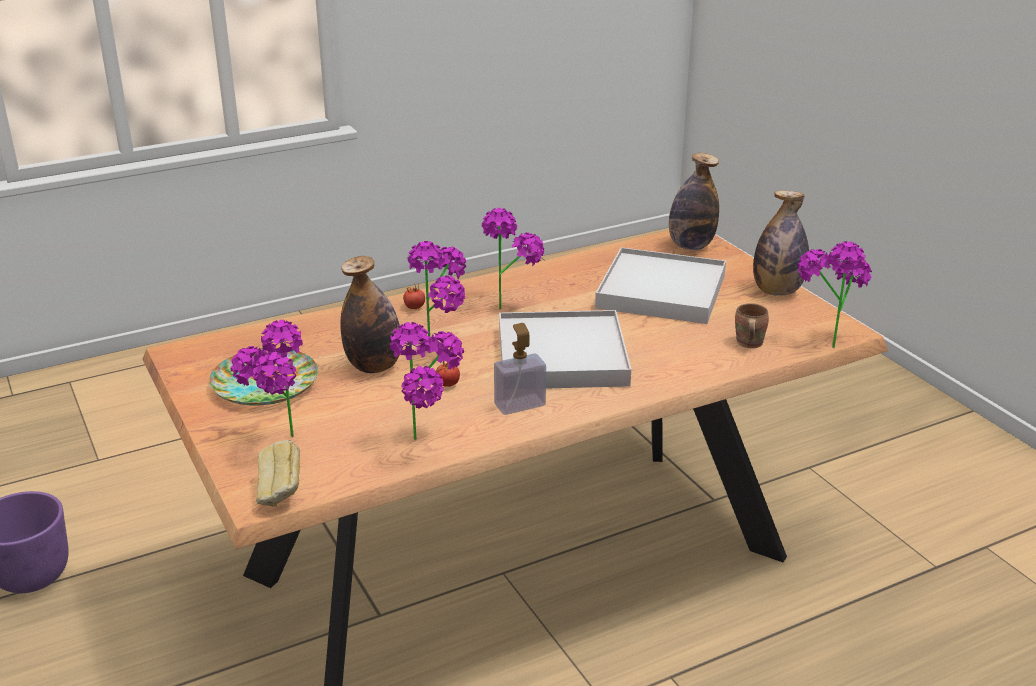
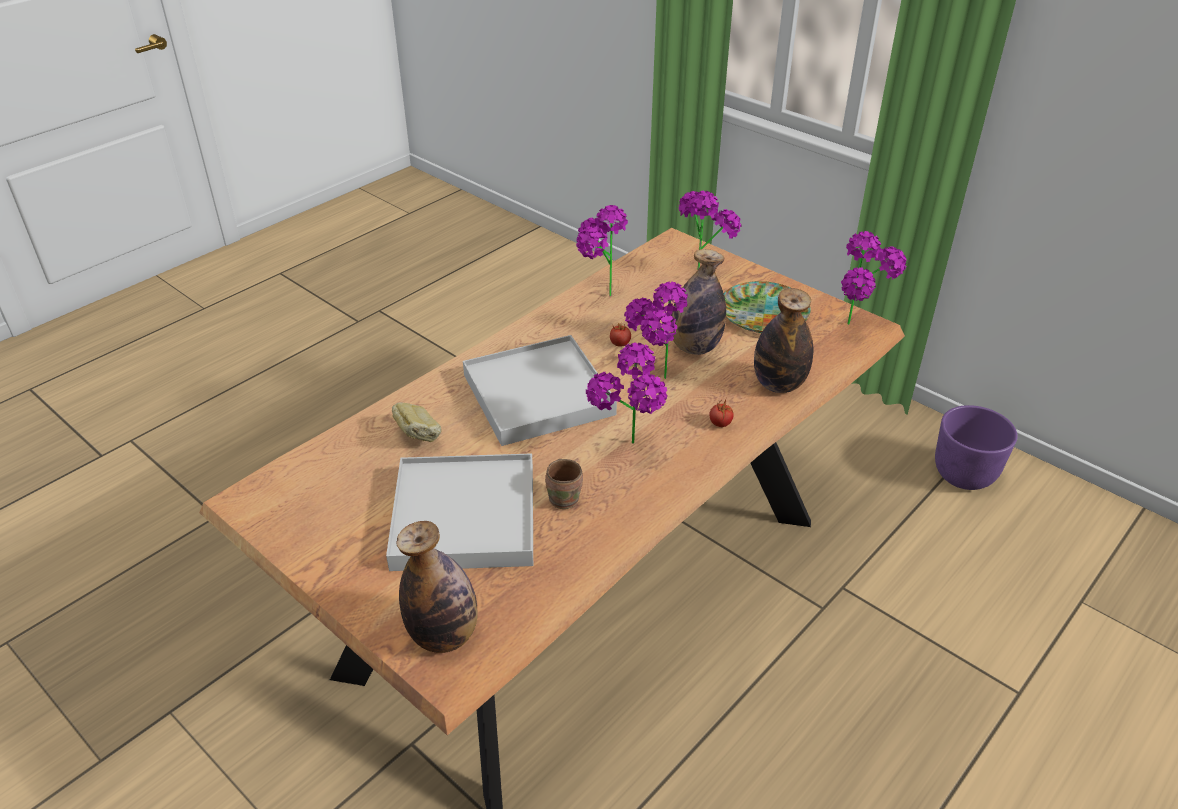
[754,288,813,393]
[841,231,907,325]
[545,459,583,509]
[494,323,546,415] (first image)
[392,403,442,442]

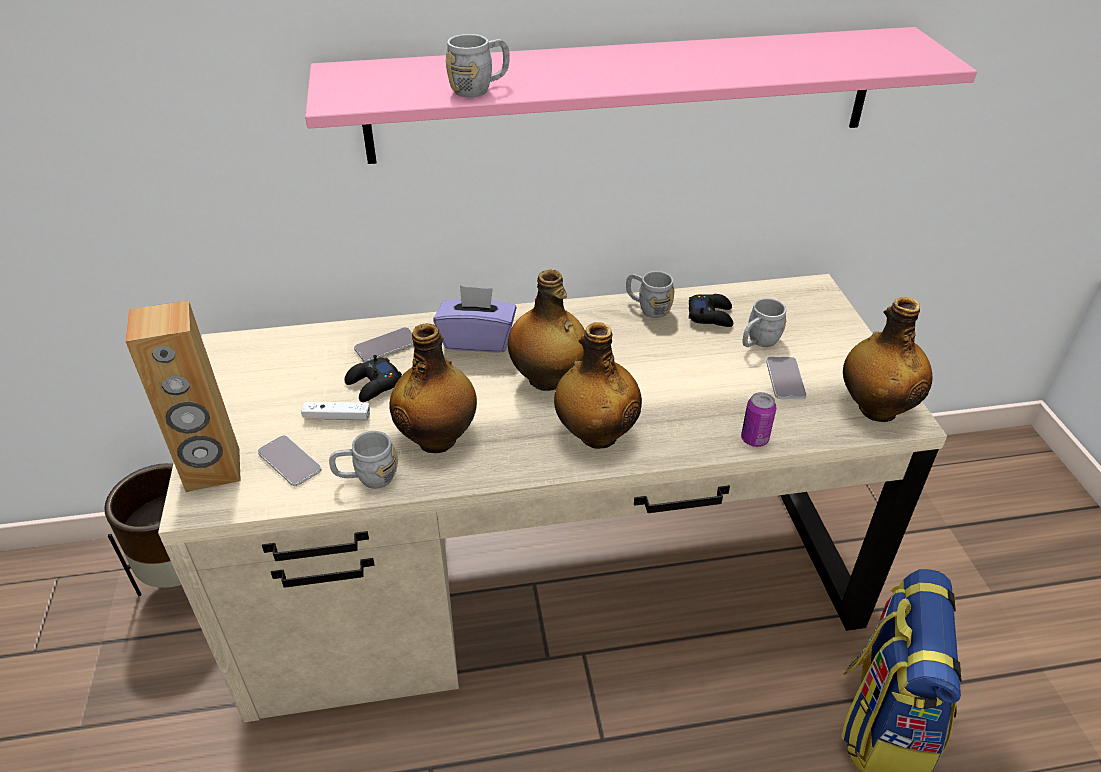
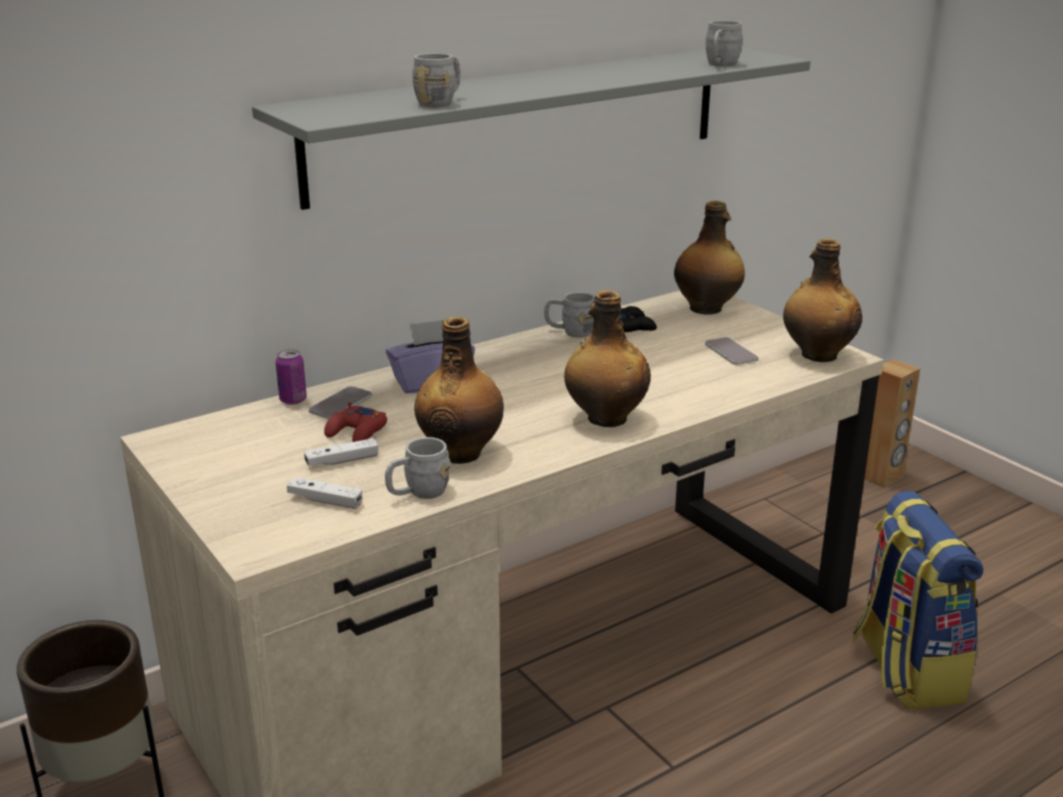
[252,47,811,210]
[674,201,745,315]
[706,20,743,66]
[865,359,920,488]
[324,402,387,442]
[276,349,307,405]
[287,477,362,509]

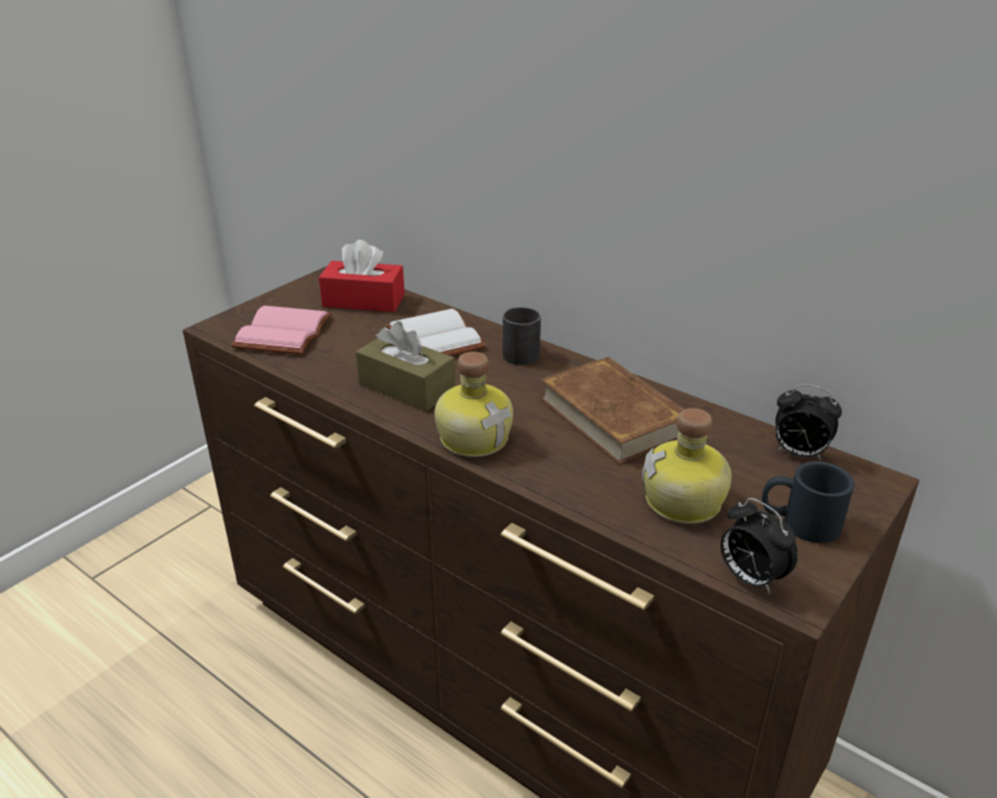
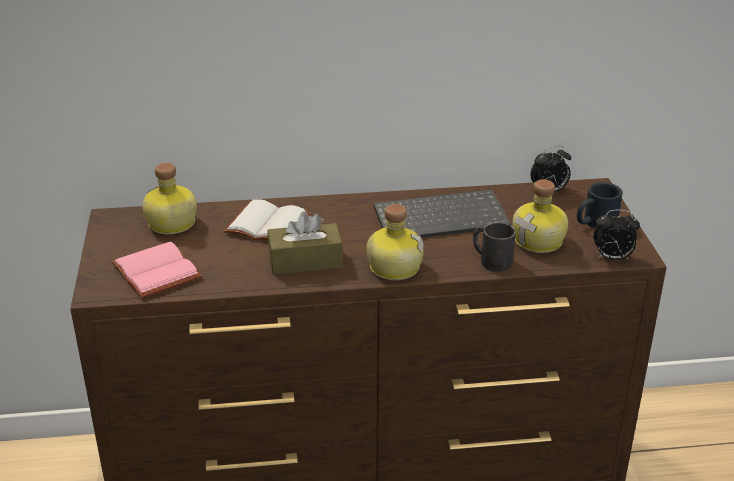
[142,163,197,234]
[473,222,516,272]
[374,189,511,238]

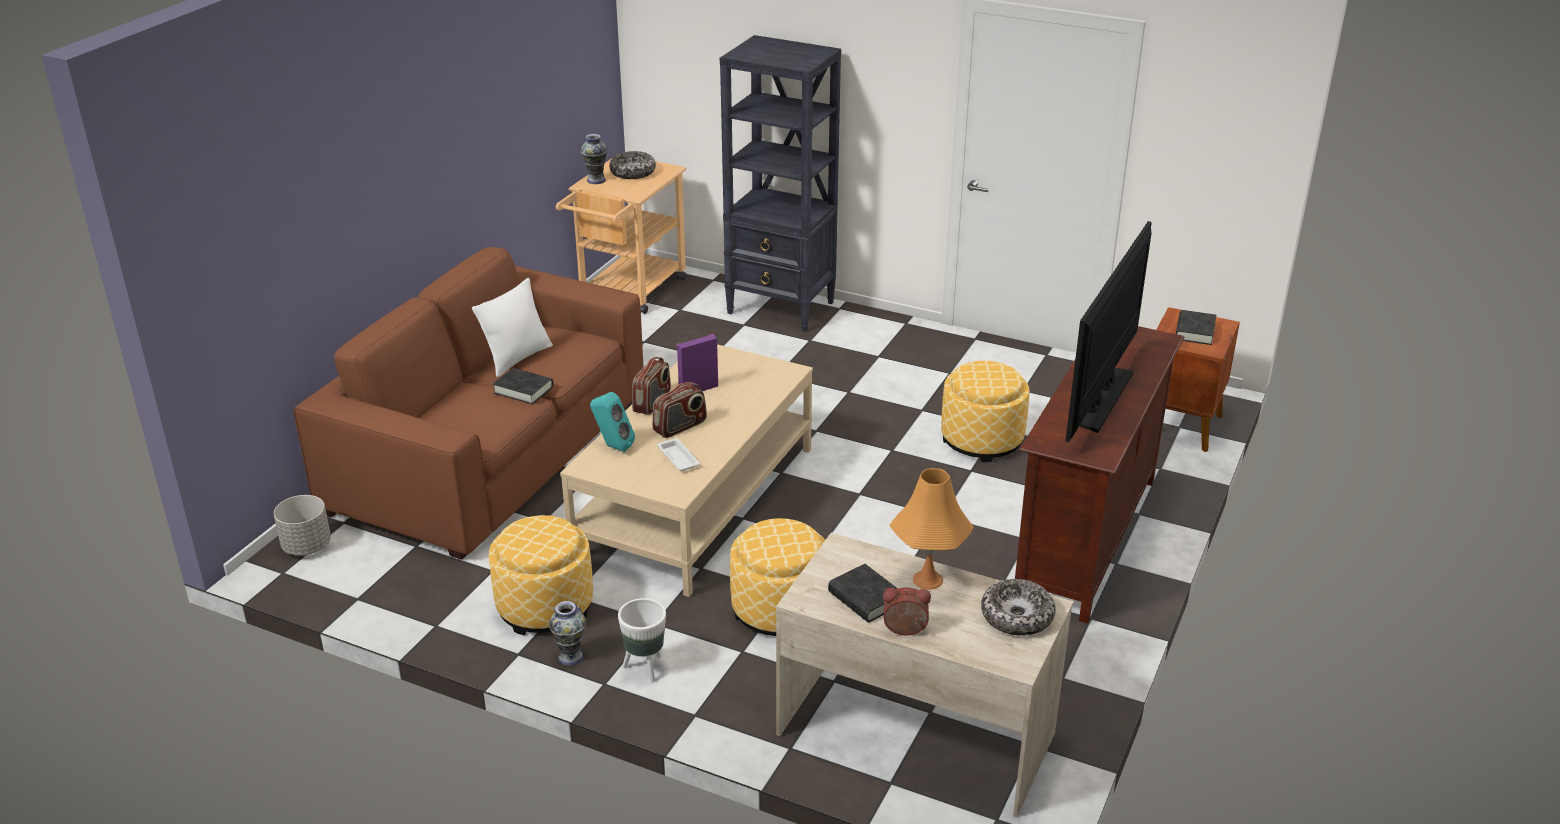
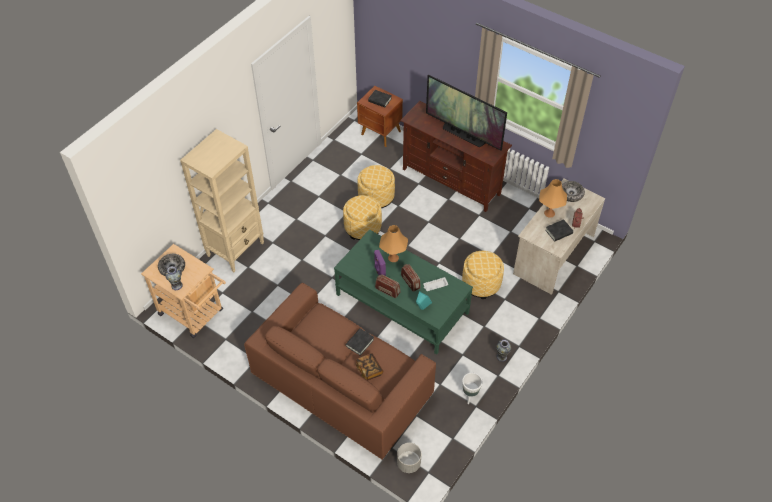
[180,129,264,272]
[472,278,553,378] (first image)
[334,230,473,354]
[343,195,382,240]
[462,373,482,404]
[379,225,408,262]
[355,353,383,381]

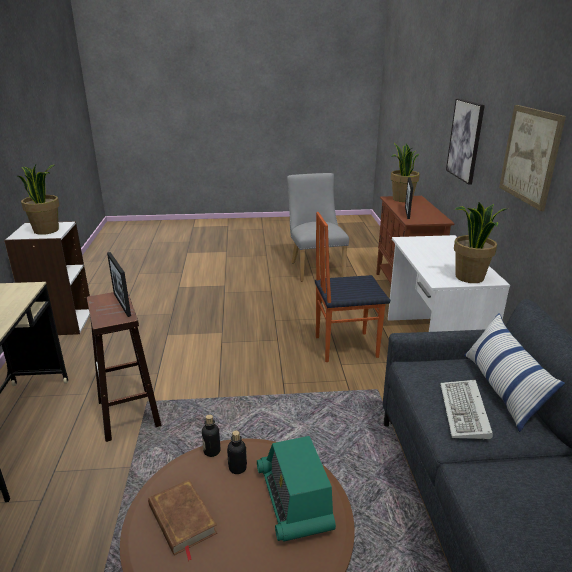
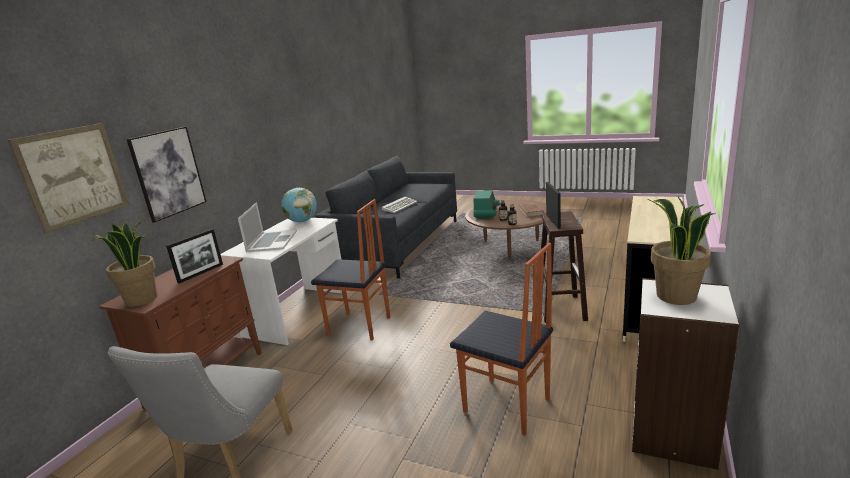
[8,123,129,233]
[281,188,317,222]
[464,313,565,432] (first image)
[238,202,297,252]
[450,243,553,436]

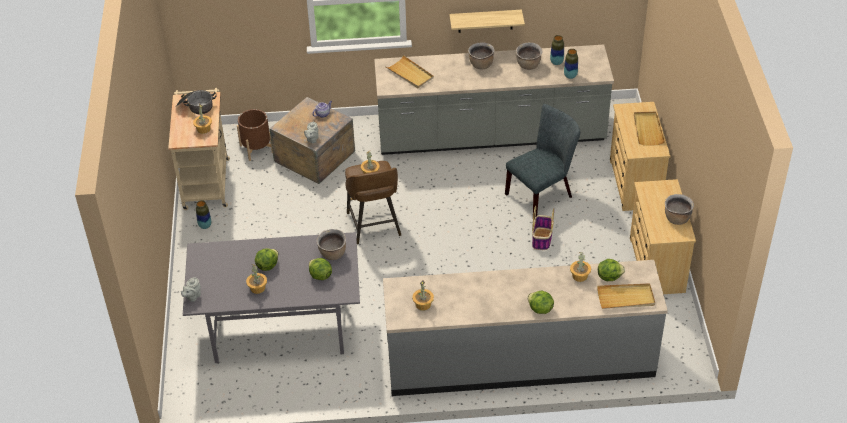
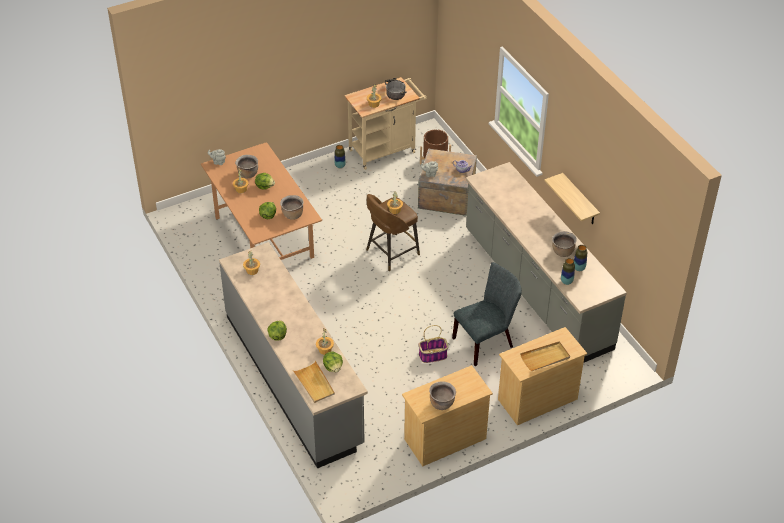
[235,155,258,178]
[385,55,434,88] (first image)
[452,262,522,366]
[201,142,322,260]

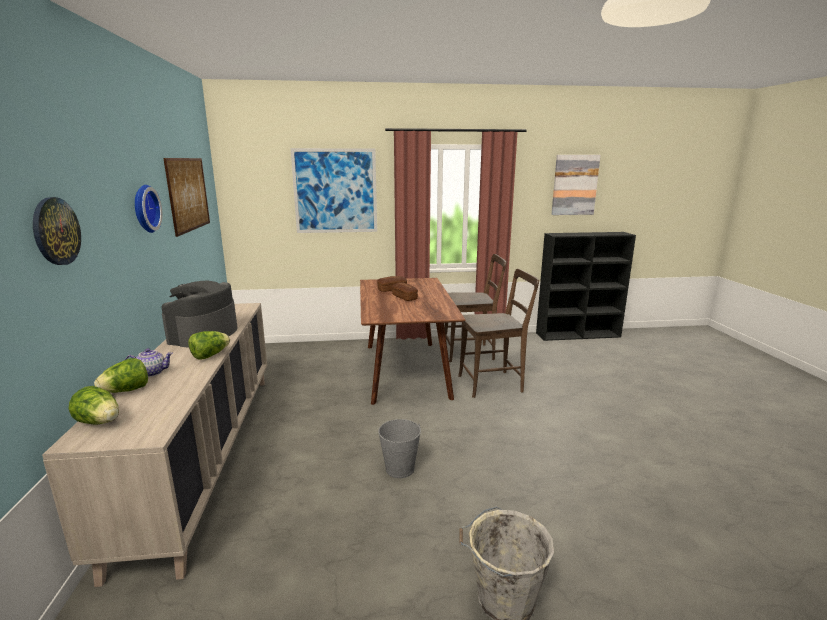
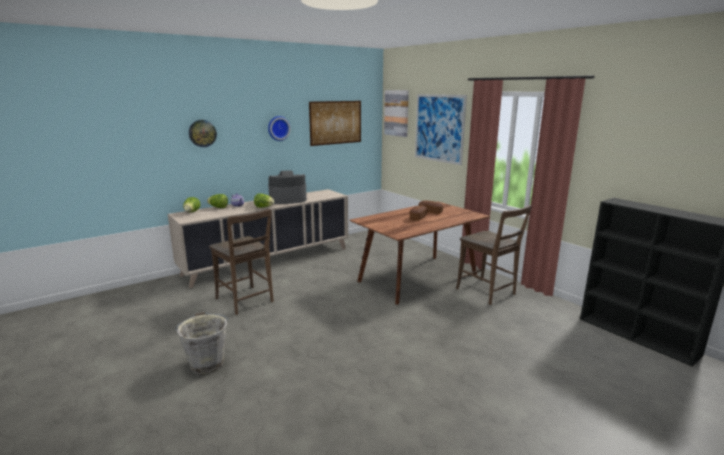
[384,90,409,137]
[209,209,274,315]
[378,419,421,478] (first image)

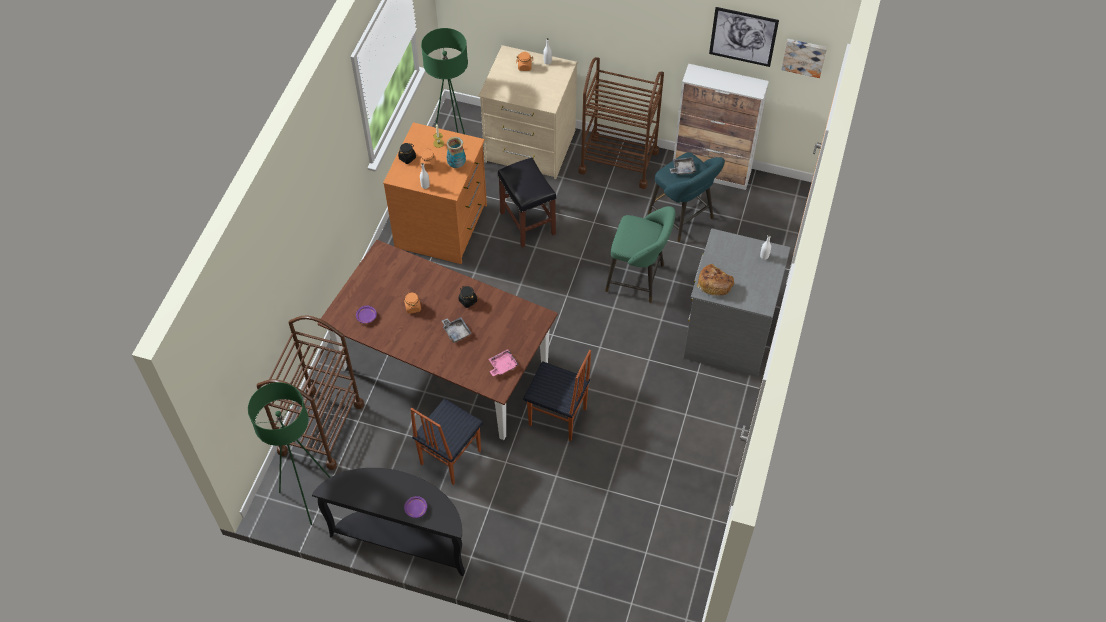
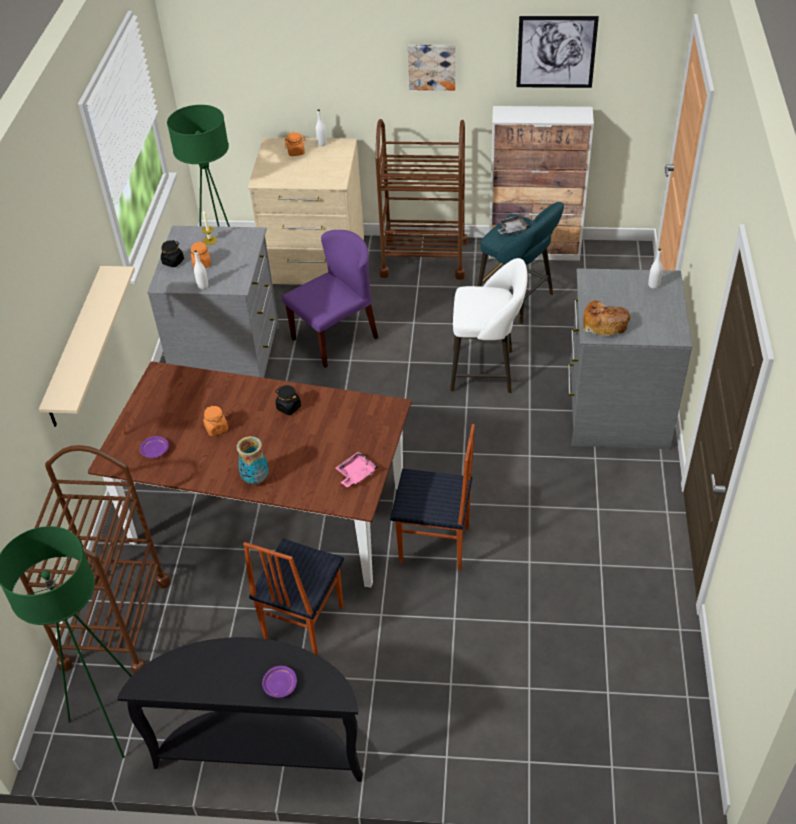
[408,45,456,90]
[147,226,279,378]
[236,436,269,484]
[282,230,378,368]
[450,258,528,393]
[442,317,472,343] (first image)
[39,266,135,427]

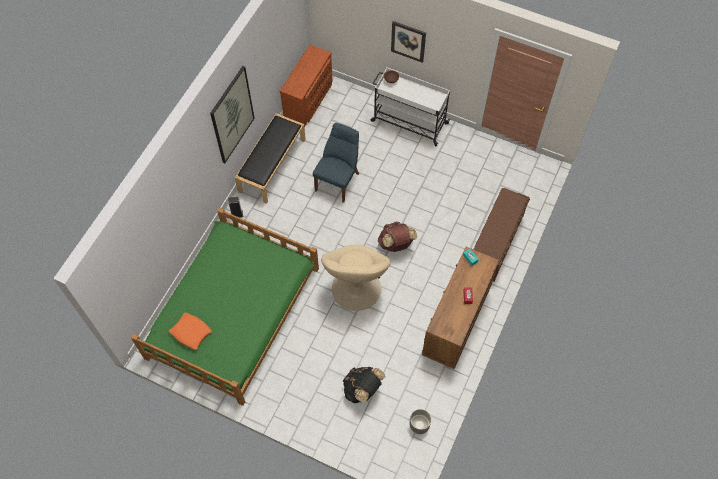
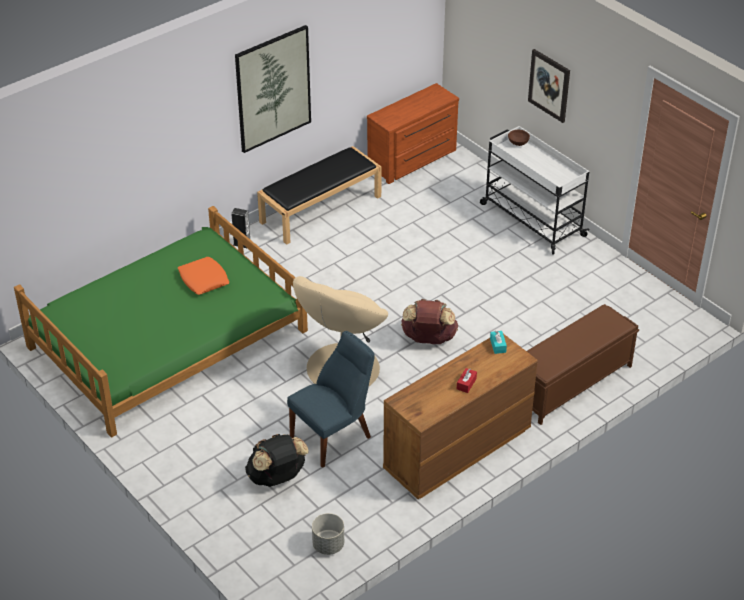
[287,331,375,468]
[178,257,229,295]

